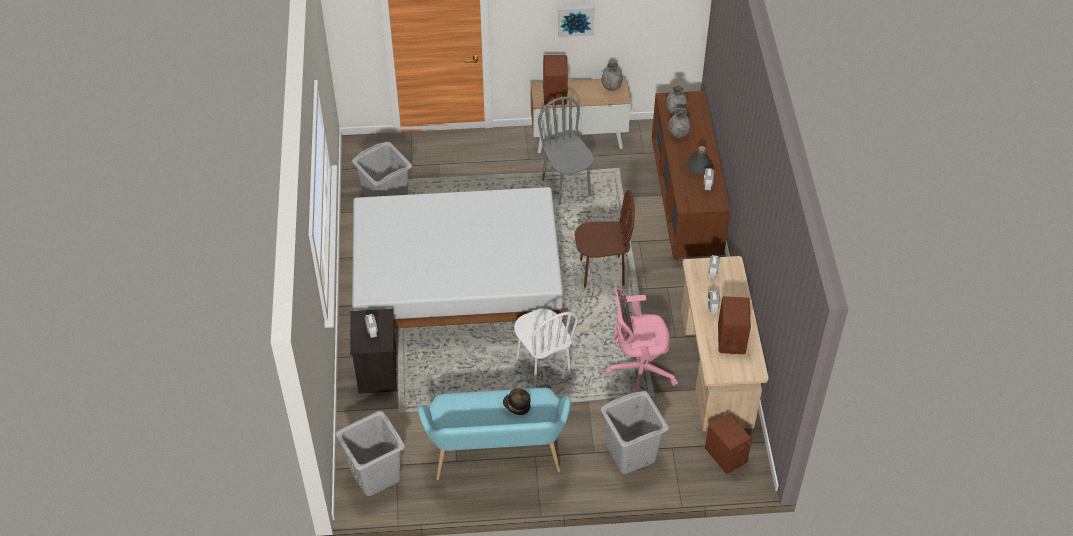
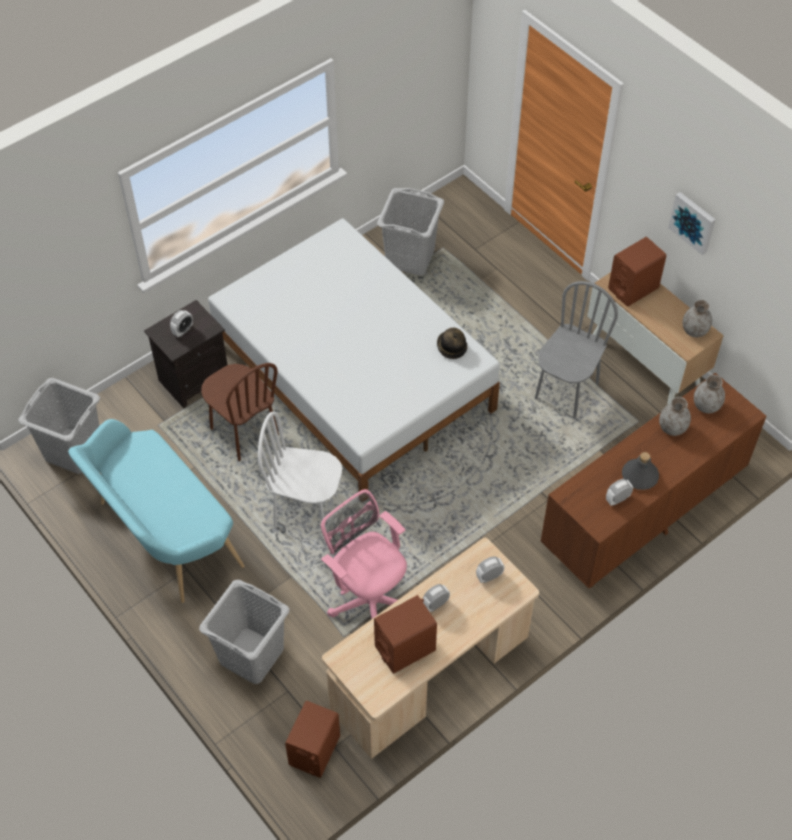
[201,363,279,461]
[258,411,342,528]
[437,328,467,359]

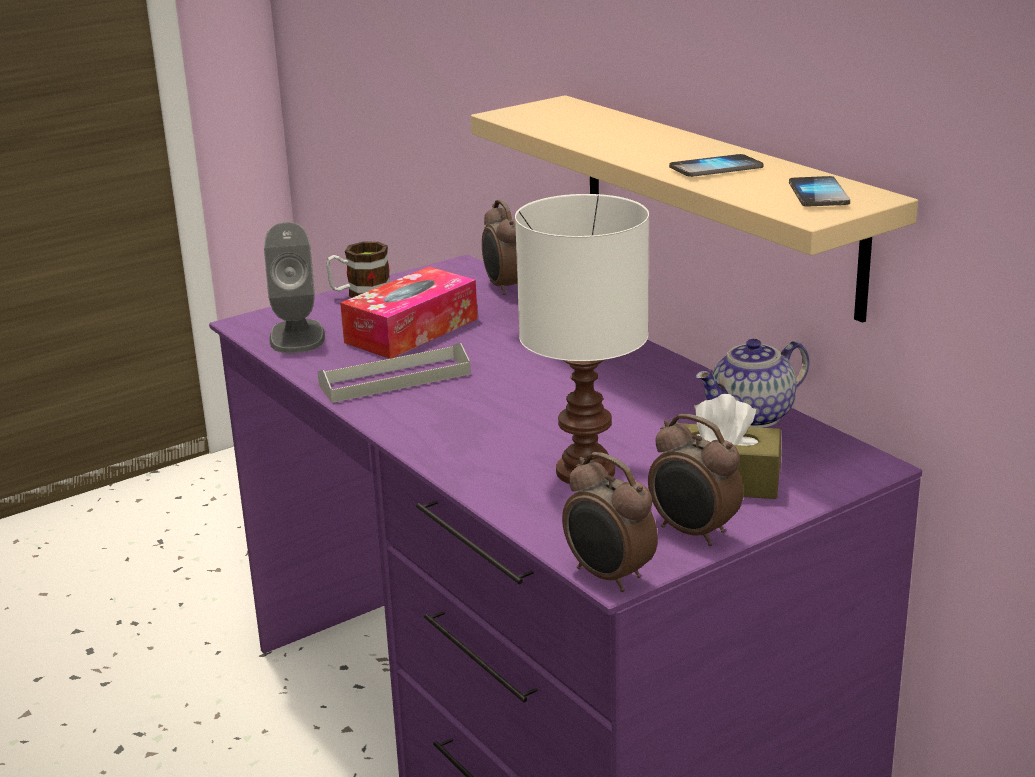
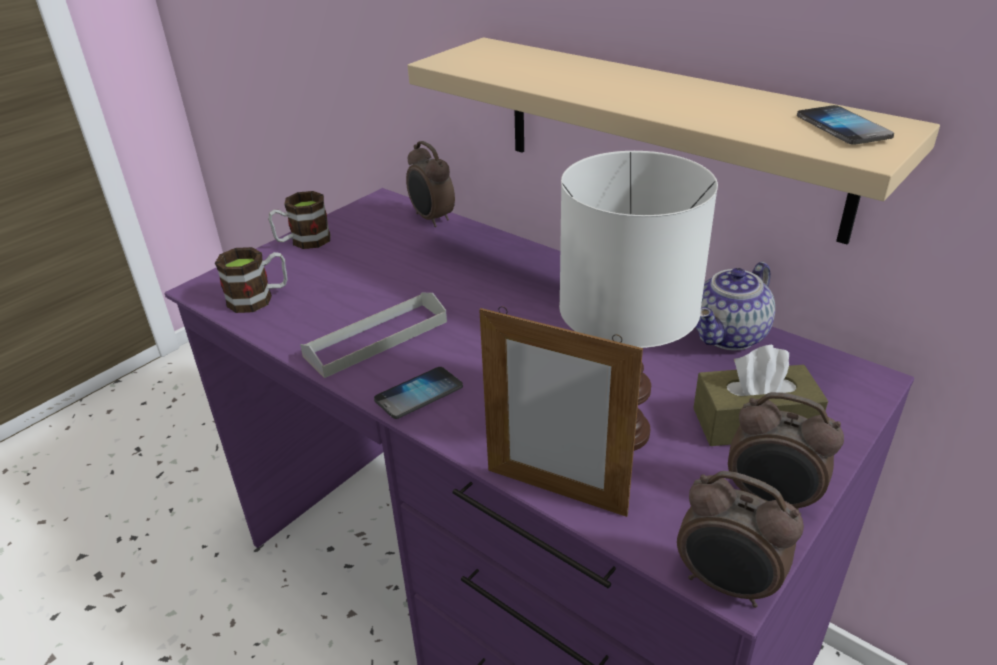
[374,367,463,419]
[215,247,288,313]
[340,267,478,359] (first image)
[479,306,643,517]

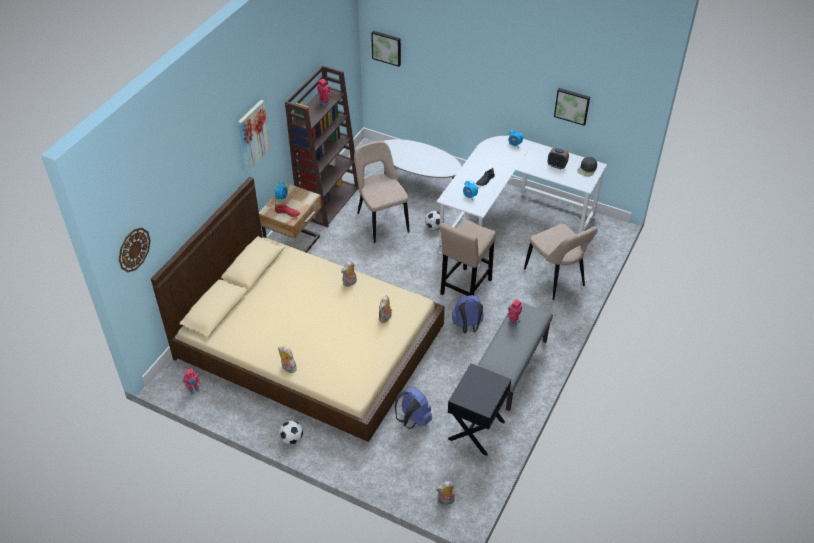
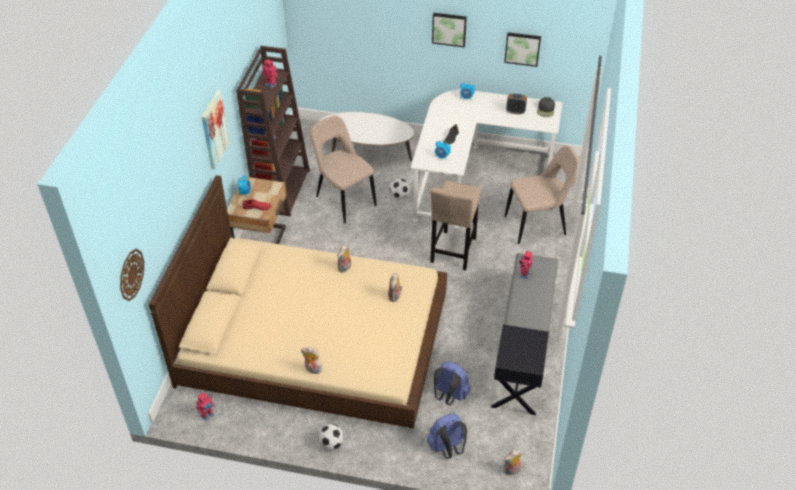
[432,13,467,47]
[504,145,580,244]
[427,414,467,459]

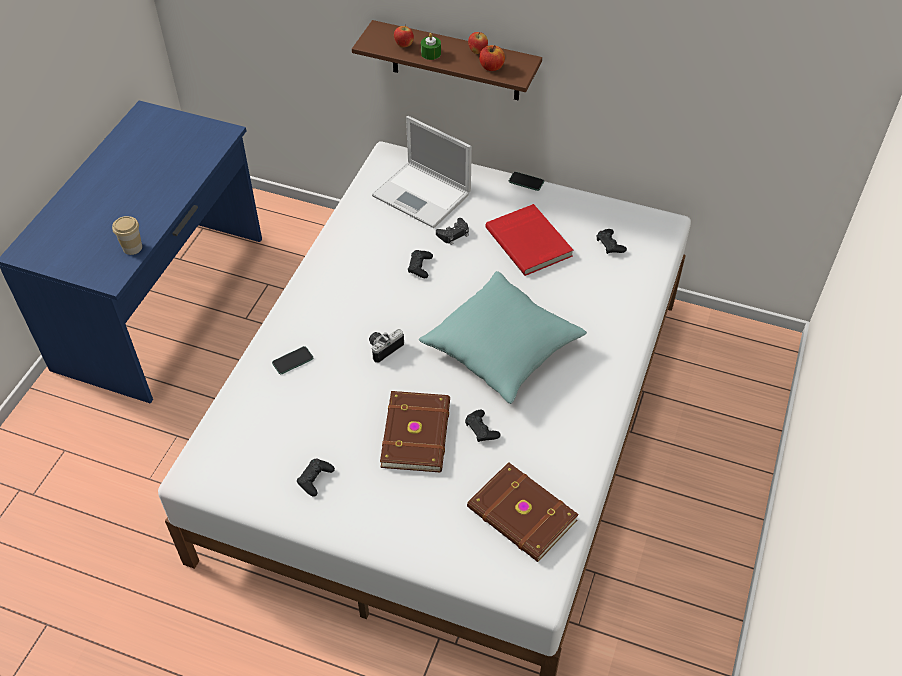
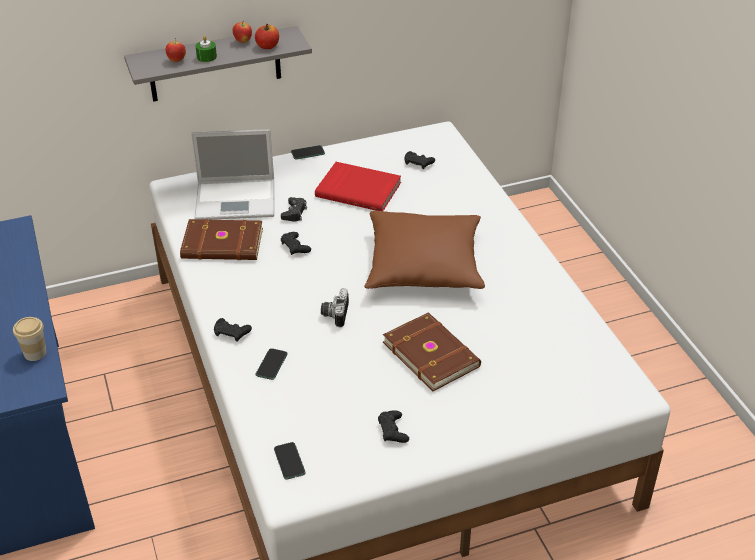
[124,26,312,102]
[365,211,485,289]
[214,318,252,342]
[180,219,263,260]
[274,442,306,480]

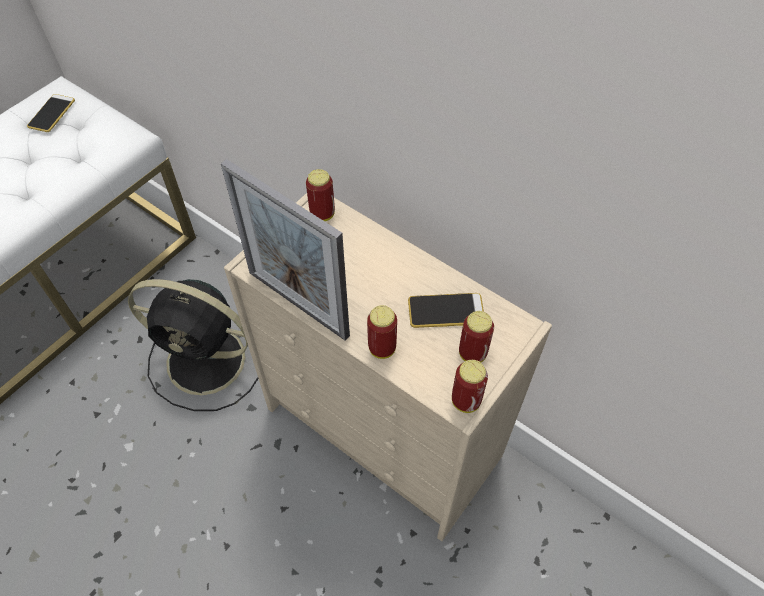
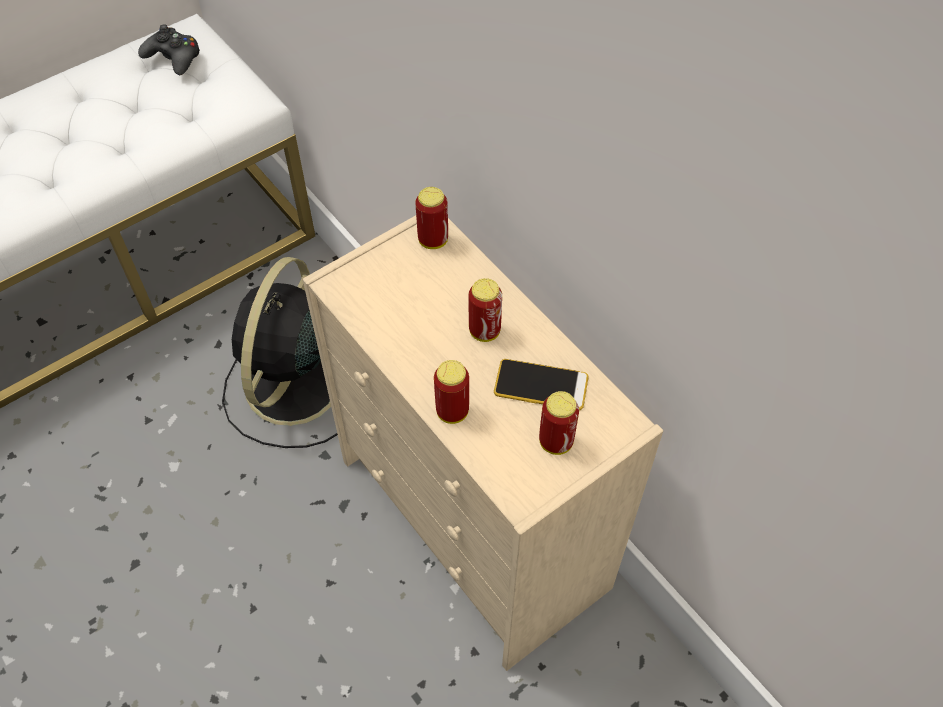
[138,24,200,75]
[221,159,350,341] (first image)
[222,257,338,448]
[469,278,502,342]

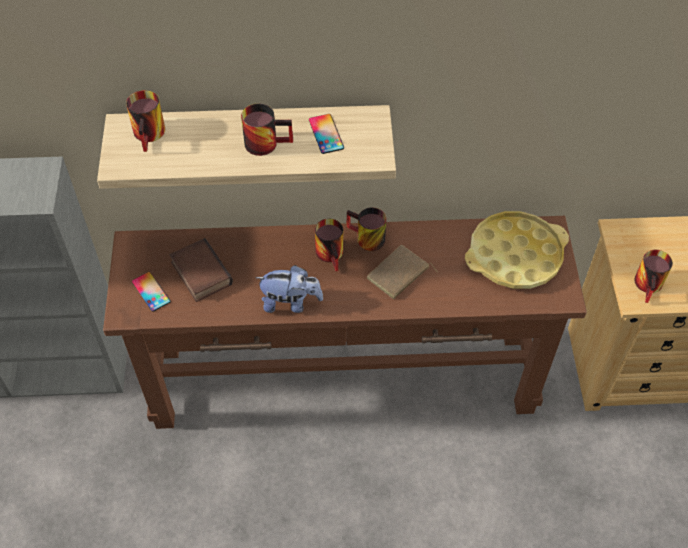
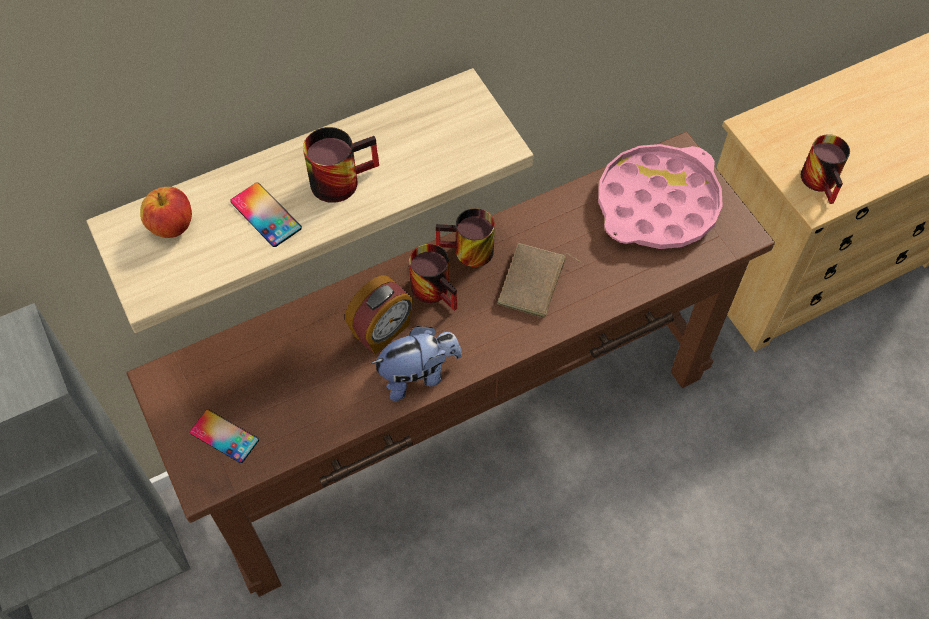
[140,187,192,238]
[230,182,302,247]
[598,144,723,249]
[169,238,233,302] (first image)
[345,275,413,354]

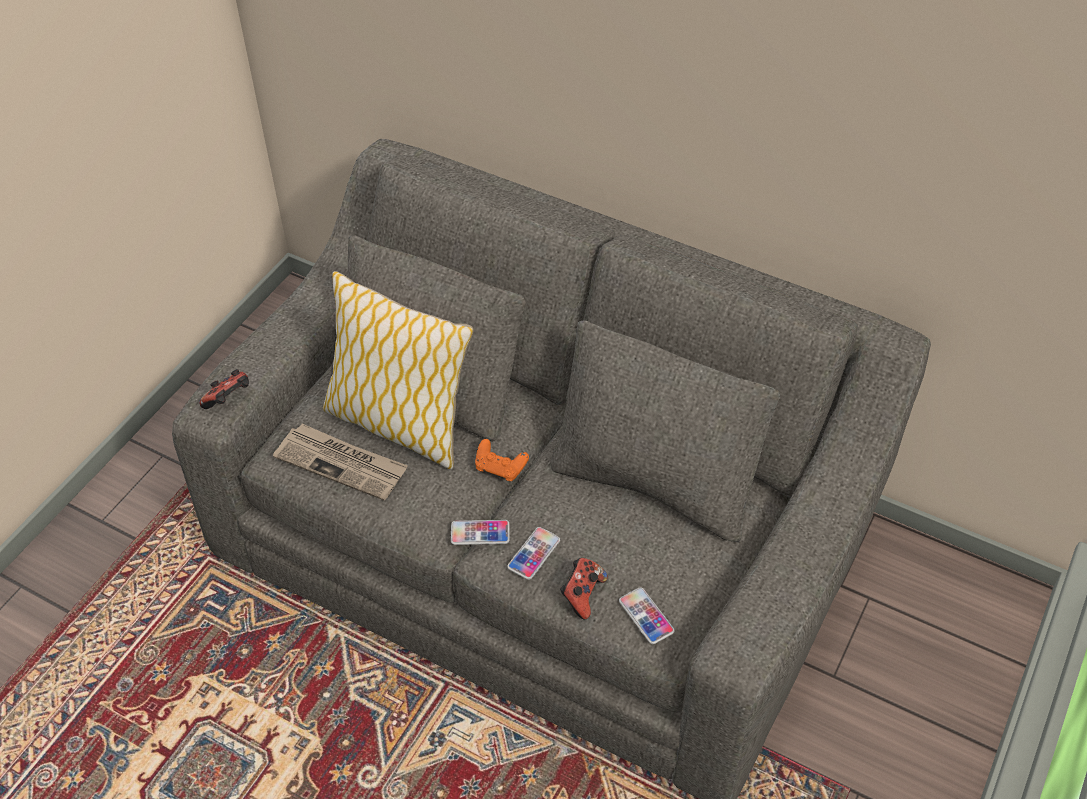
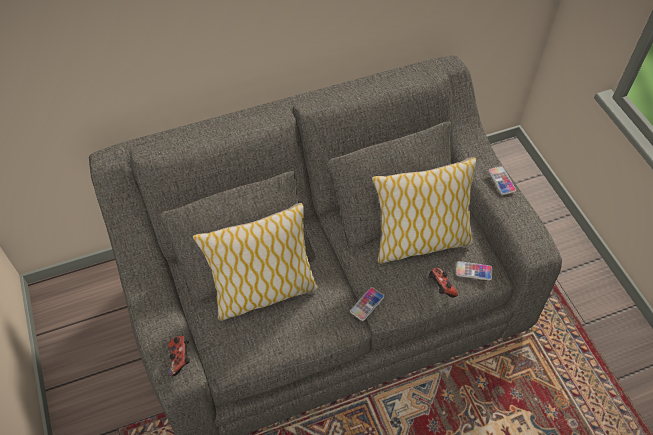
[273,424,408,501] (first image)
[475,439,529,481] (first image)
[489,166,516,195]
[372,157,476,264]

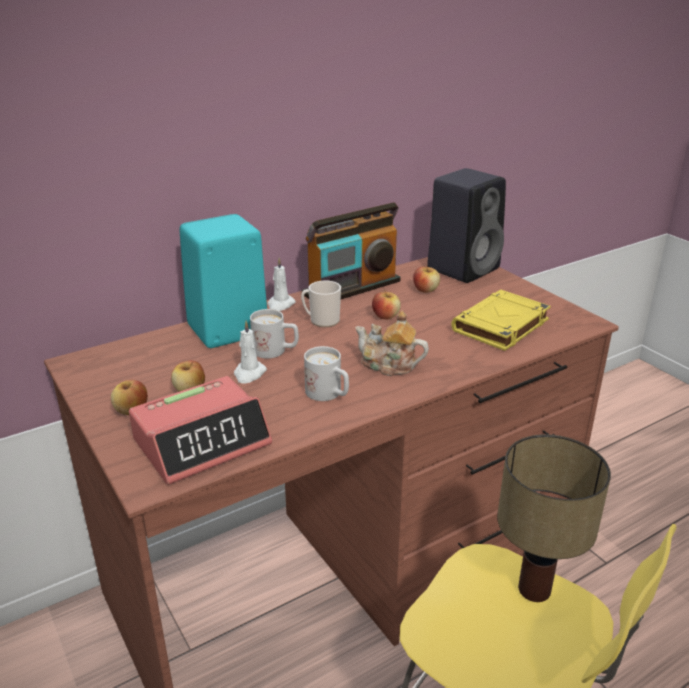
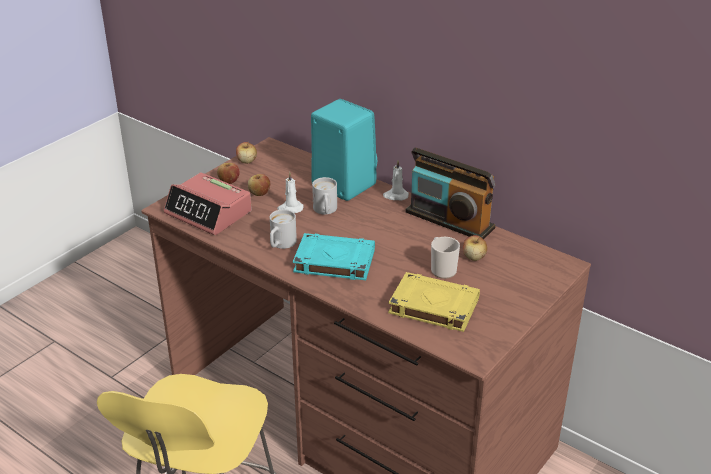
[427,168,506,283] (first image)
[431,237,460,279]
[236,142,257,164]
[293,233,375,280]
[497,434,611,602] (first image)

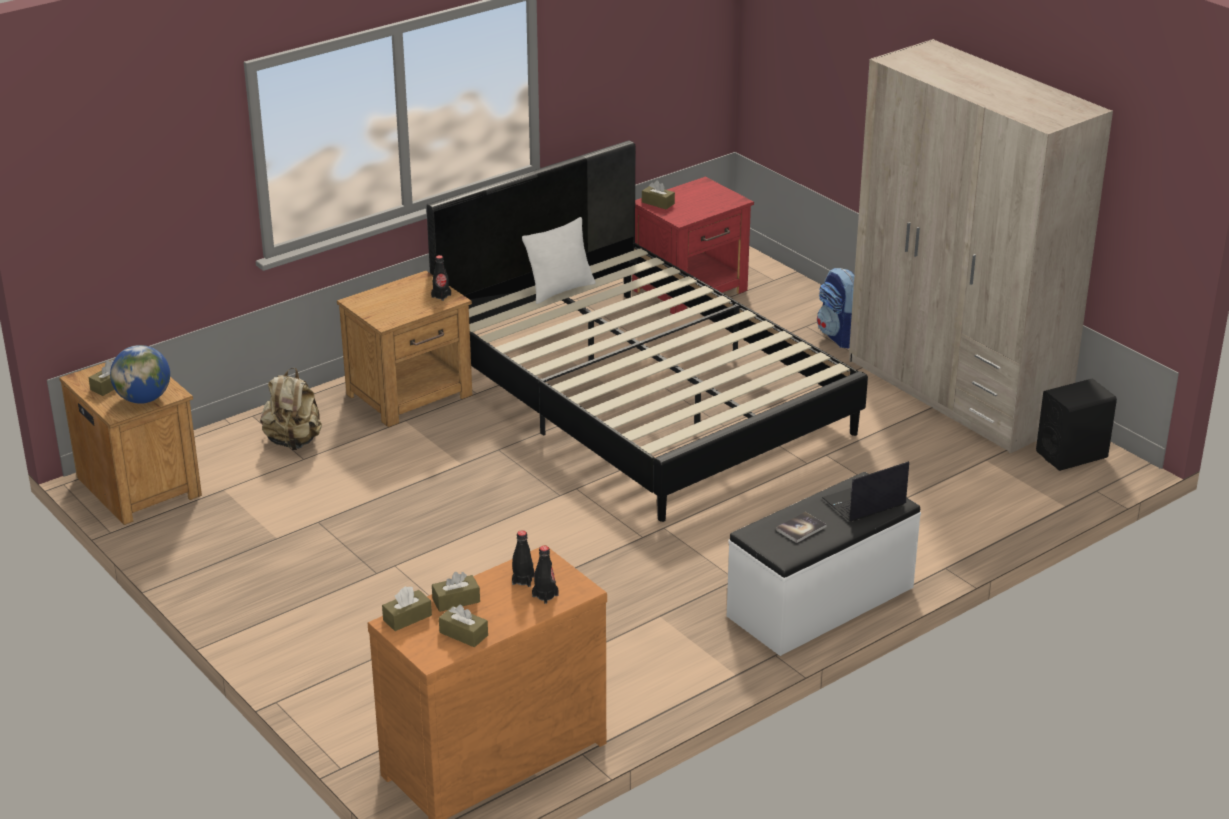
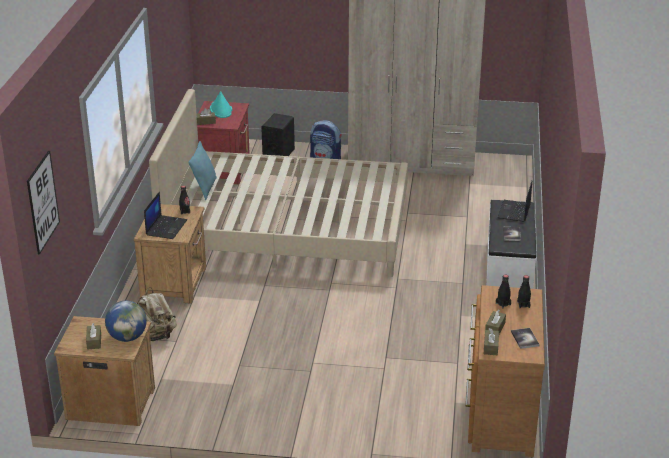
[149,89,408,277]
[188,141,217,200]
[261,113,295,156]
[511,328,540,349]
[210,91,232,118]
[27,151,60,254]
[144,192,187,239]

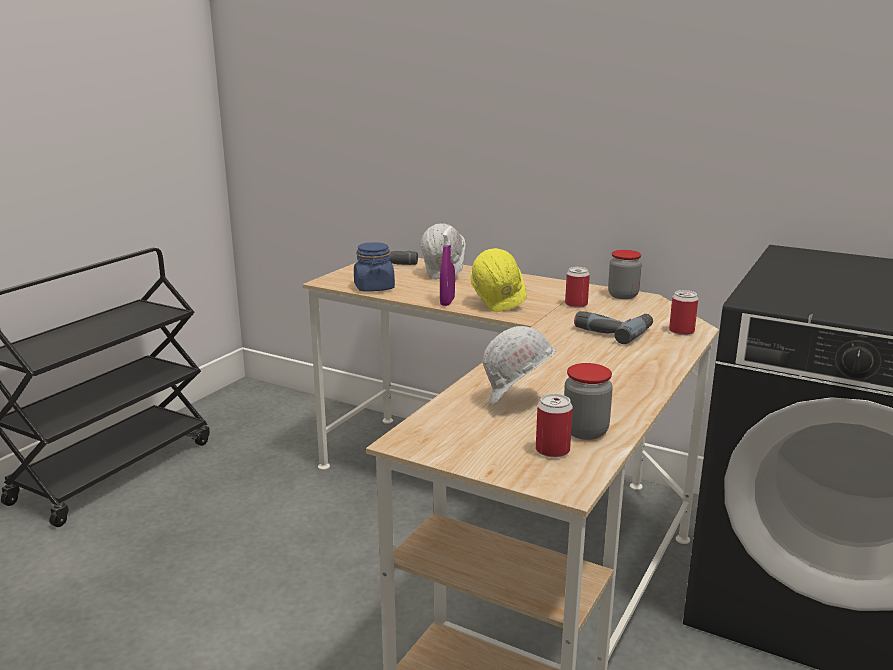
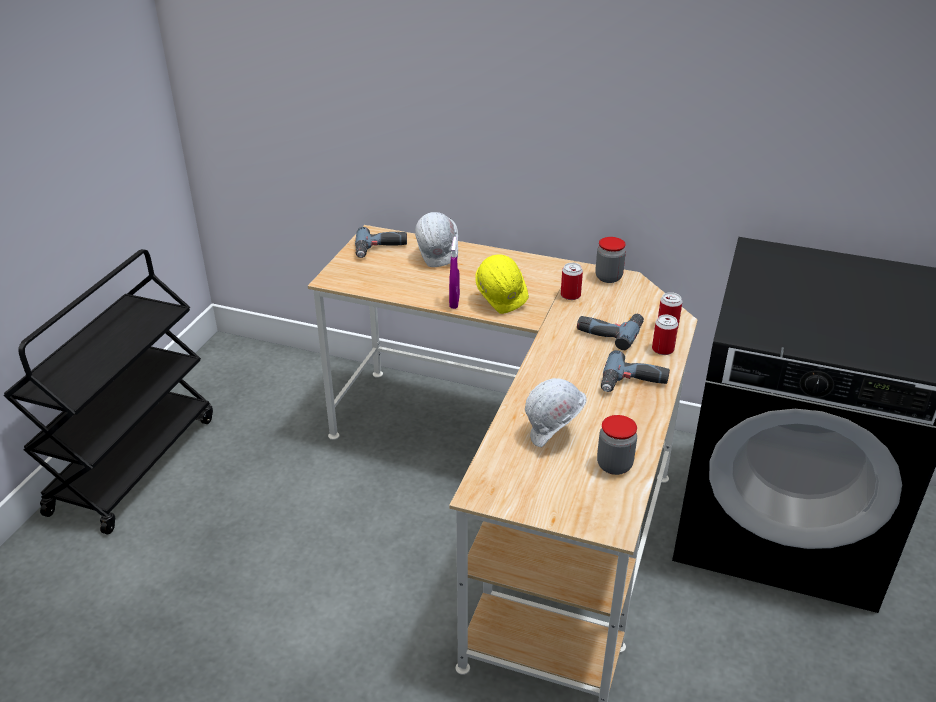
[354,242,395,291] (first image)
[652,315,678,355]
[601,350,670,392]

